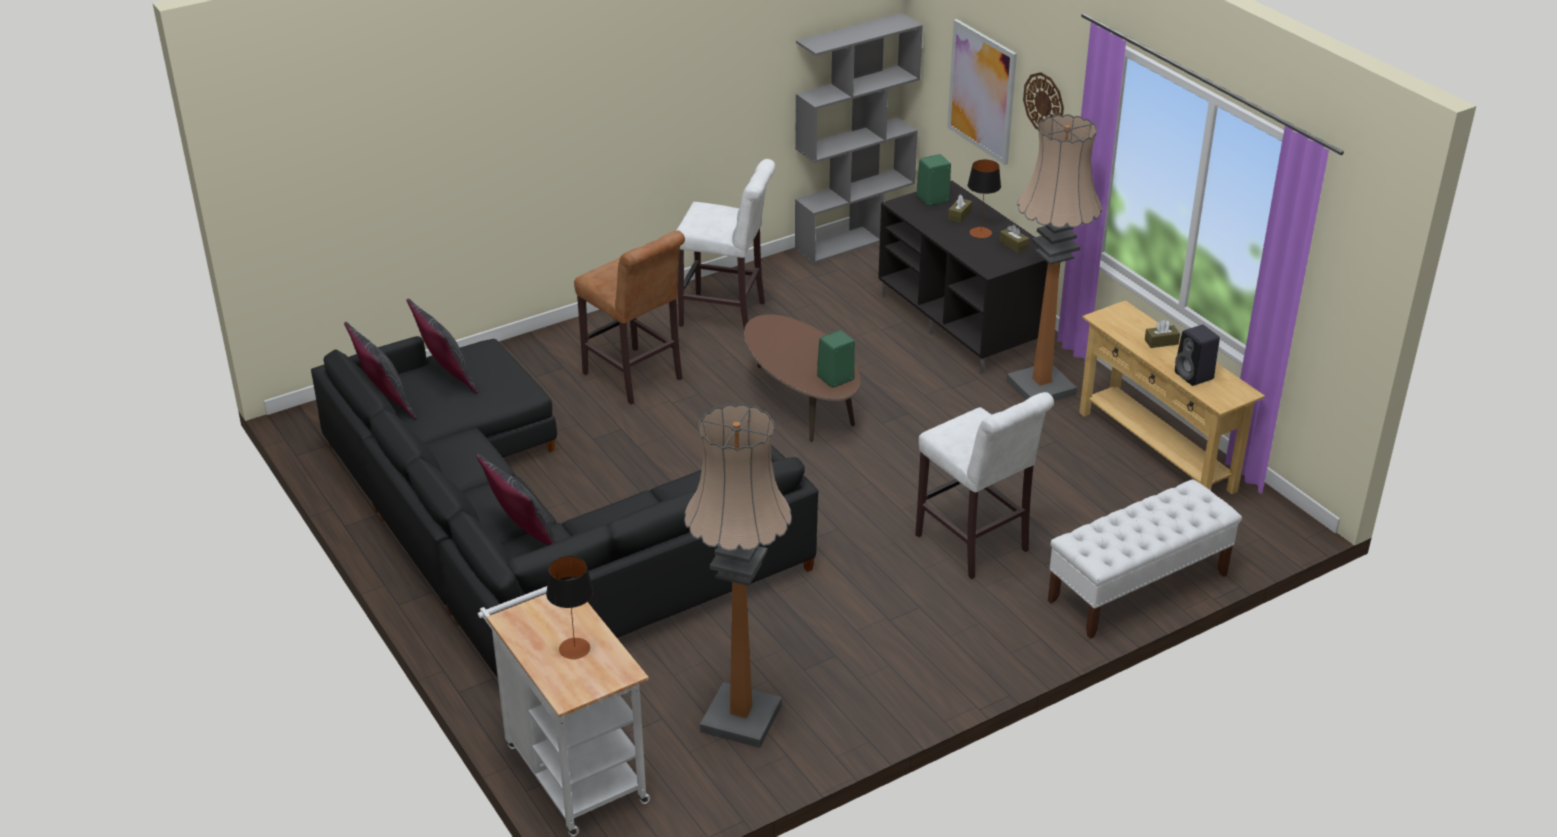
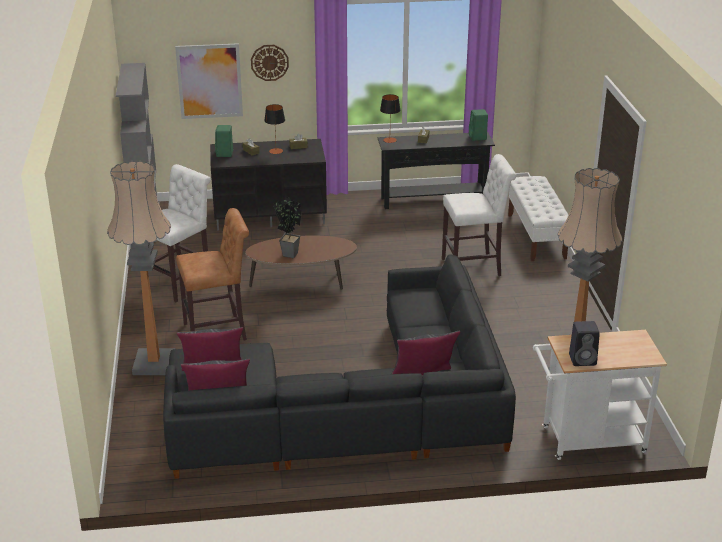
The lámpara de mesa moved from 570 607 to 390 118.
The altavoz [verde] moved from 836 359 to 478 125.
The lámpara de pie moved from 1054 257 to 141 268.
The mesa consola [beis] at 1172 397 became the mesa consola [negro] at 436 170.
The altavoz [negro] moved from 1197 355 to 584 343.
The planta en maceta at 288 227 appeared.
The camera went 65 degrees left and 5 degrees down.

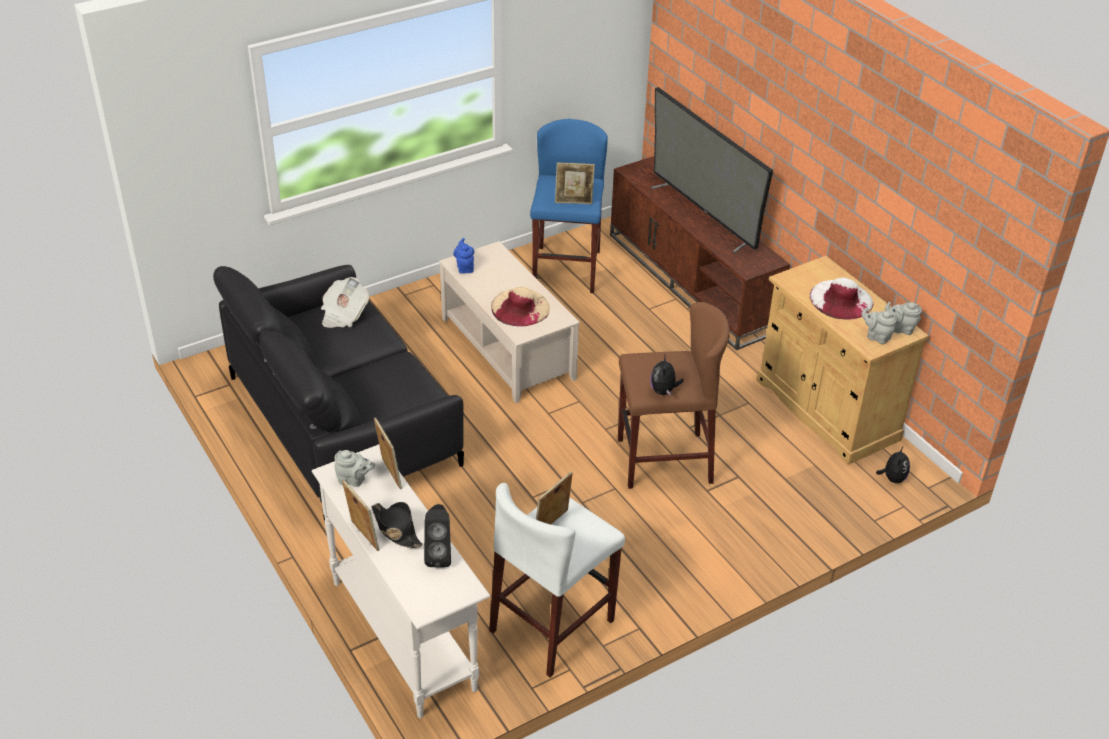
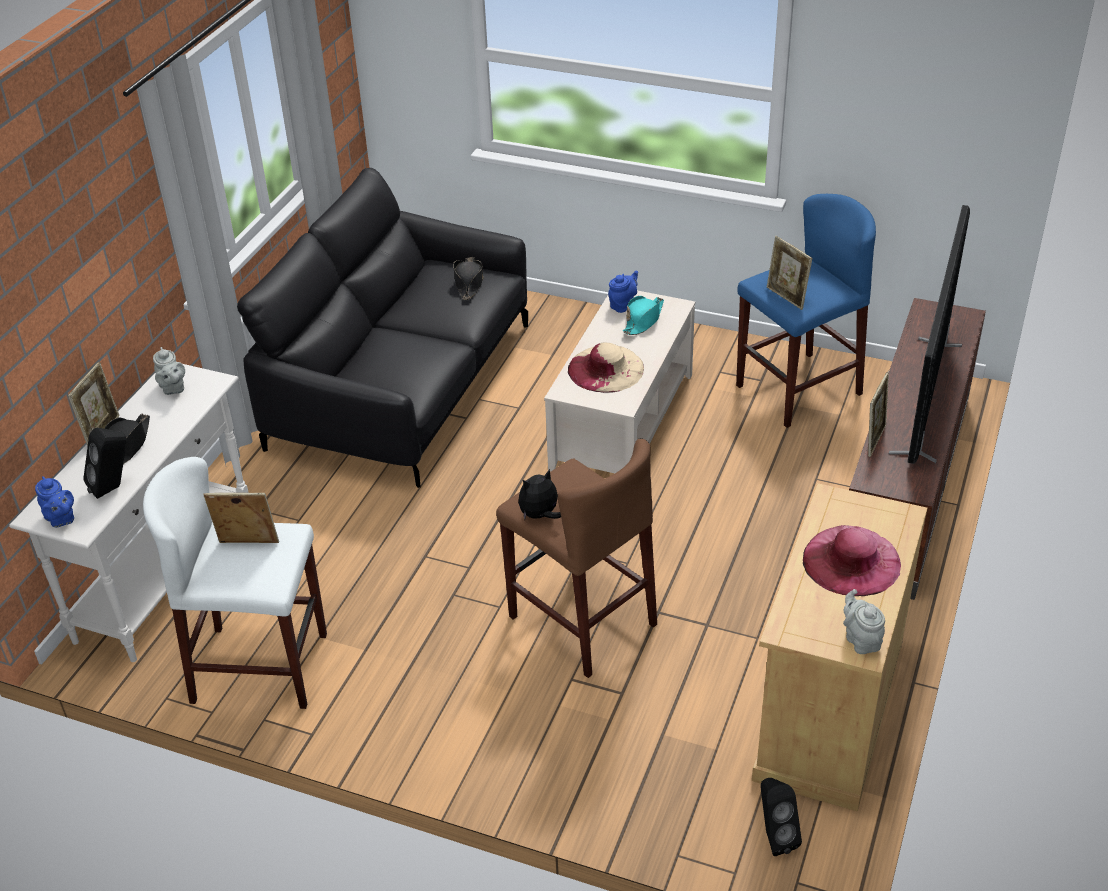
The periódico at 345 302 was replaced by the sombrero [negro] at 468 278.
The portarretratos moved from 388 453 to 878 414.
The sombrero [blanco] at 841 298 became the sombrero [rosa] at 852 560.
The tetera [gris] at 879 325 disappeared.
The peluche at 893 465 was replaced by the altavoz [negro] at 781 817.
The tetera [azul] at 54 502 appeared.
The sombrero [turquesa] at 643 315 appeared.
The camera went 55 degrees right and 0 degrees up.

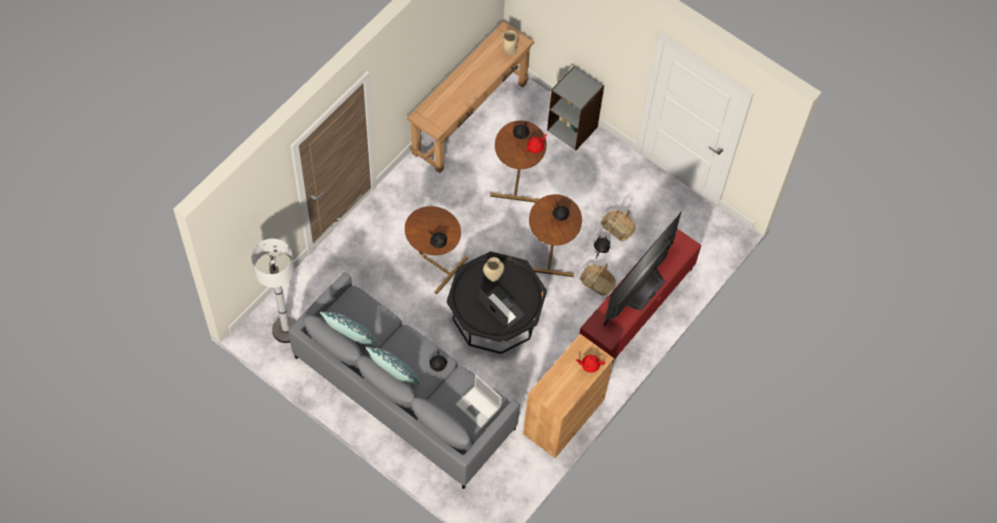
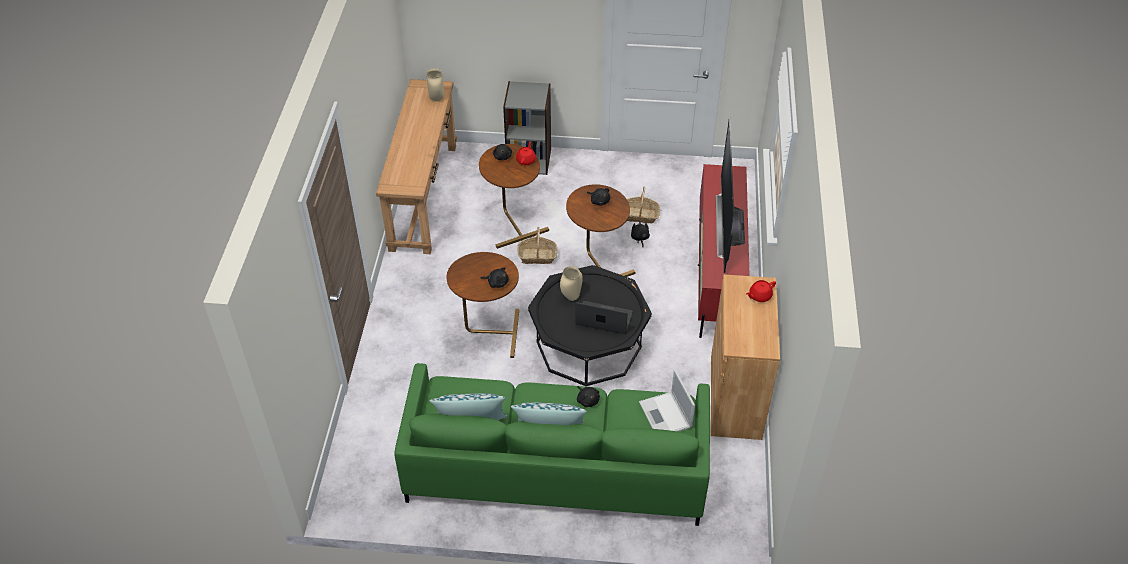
The lámpara de pie [blanco] at 273 291 disappeared.
The sofá [gris] at 404 380 became the sofá [verde] at 552 444.
The portátil at 478 401 turned 60 degrees clockwise.
The cesta moved from 598 279 to 537 245.
The camera went 30 degrees left and 15 degrees down.

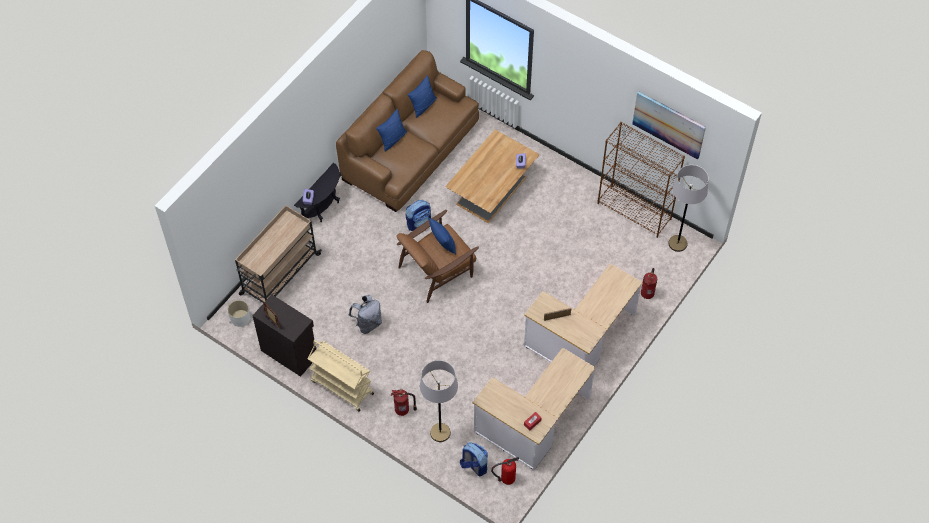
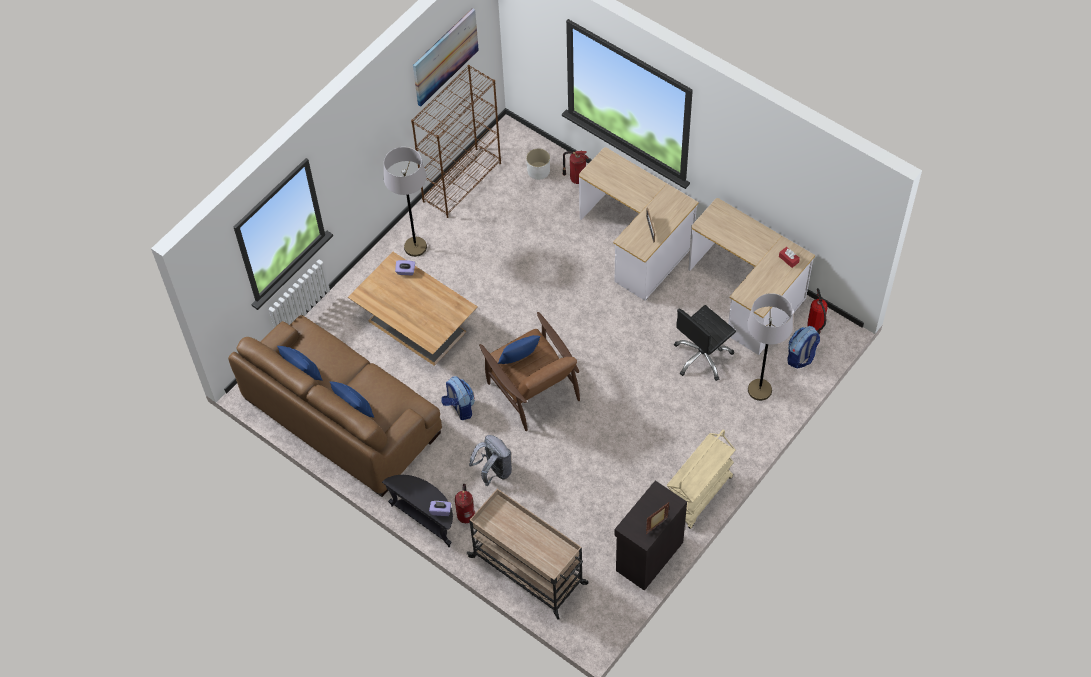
The maceta [blanco] moved from 239 313 to 538 164.
The mochila [gris] moved from 365 314 to 490 460.
The extintor moved from 404 402 to 465 503.
The lámpara de pie [gris] moved from 688 208 to 405 202.
The silla de oficina [negro] at 705 343 appeared.
The camera went 85 degrees left and 0 degrees up.

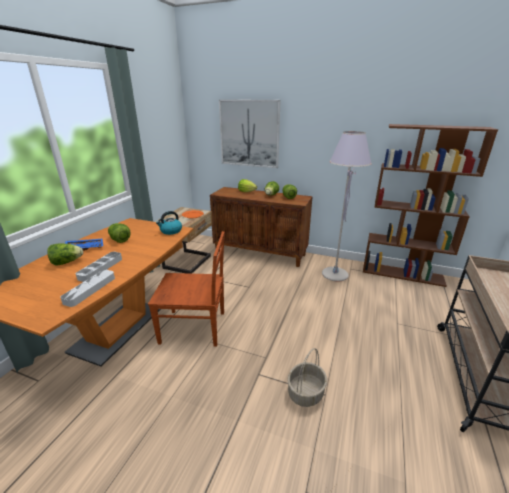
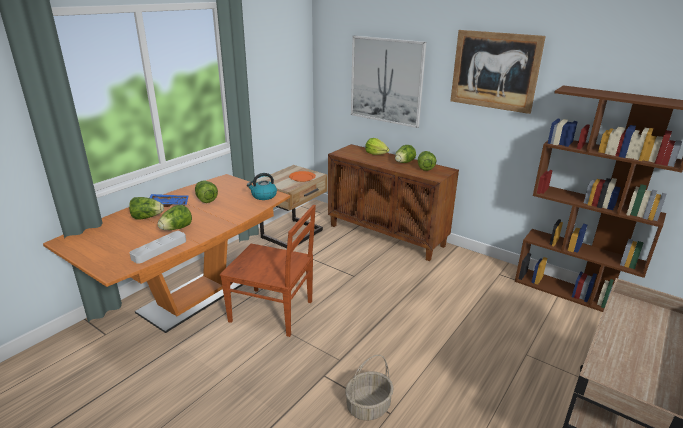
The bandeja [gris] at 99 267 was replaced by the lechuga at 174 217.
The lámpara de pie [gris] at 347 206 disappeared.
The cuadro at 498 72 appeared.
The camera went 15 degrees right and 0 degrees up.

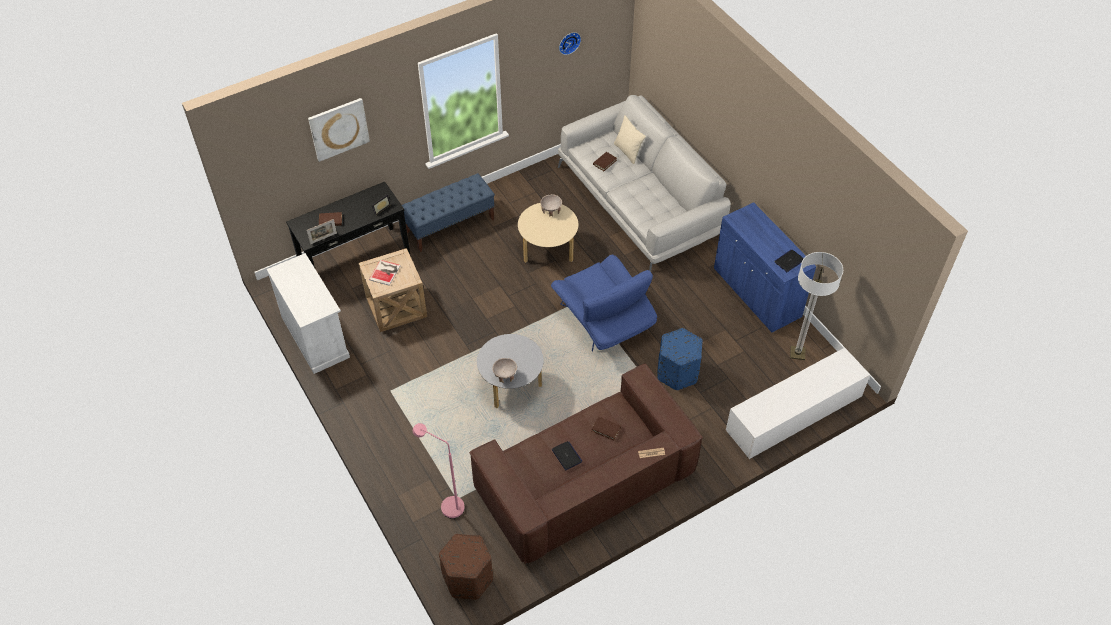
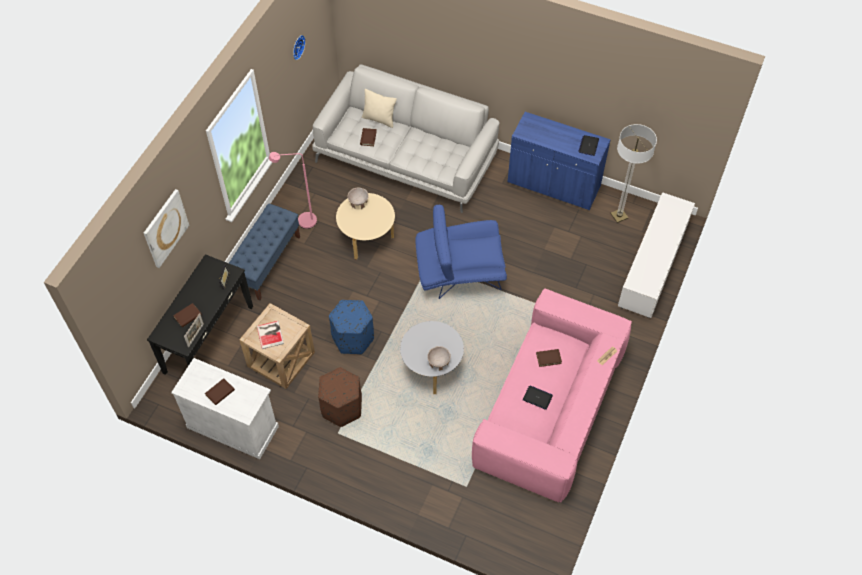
The lámpara de pie [rosa] moved from 439 471 to 293 190.
The puf [marrón] moved from 466 567 to 340 397.
The sofá [marrón] at 586 464 became the sofá [rosa] at 552 395.
The sillón [azul] at 604 303 turned 150 degrees clockwise.
The puf [azul] moved from 680 359 to 351 327.
The libro [marrón] at 220 391 appeared.
The camera went 35 degrees left and 5 degrees up.

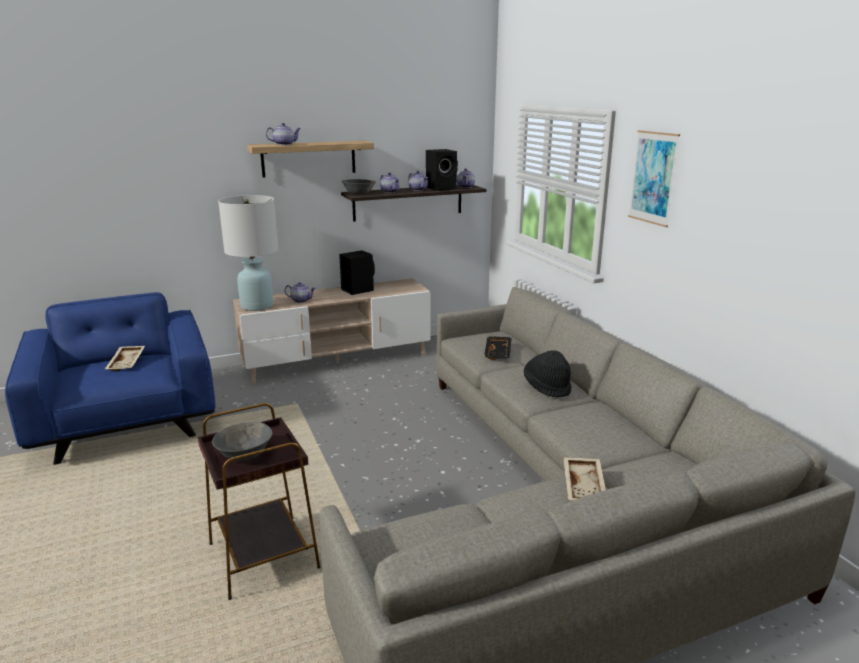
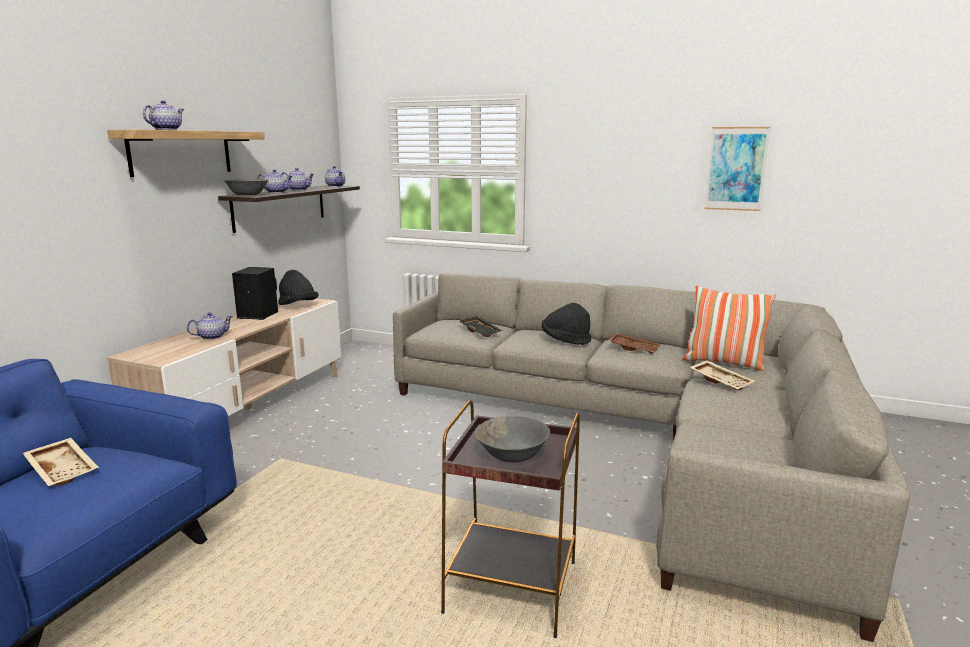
The lámpara de mesa [blanco] at 248 253 disappeared.
The altavoz [negro] at 442 170 disappeared.
The cuadro moved from 654 178 to 737 169.
The sombrero [negro] at 298 287 appeared.
The bandeja [marrón] at 634 343 appeared.
The cojín at 729 328 appeared.
The camera went 45 degrees left and 5 degrees down.

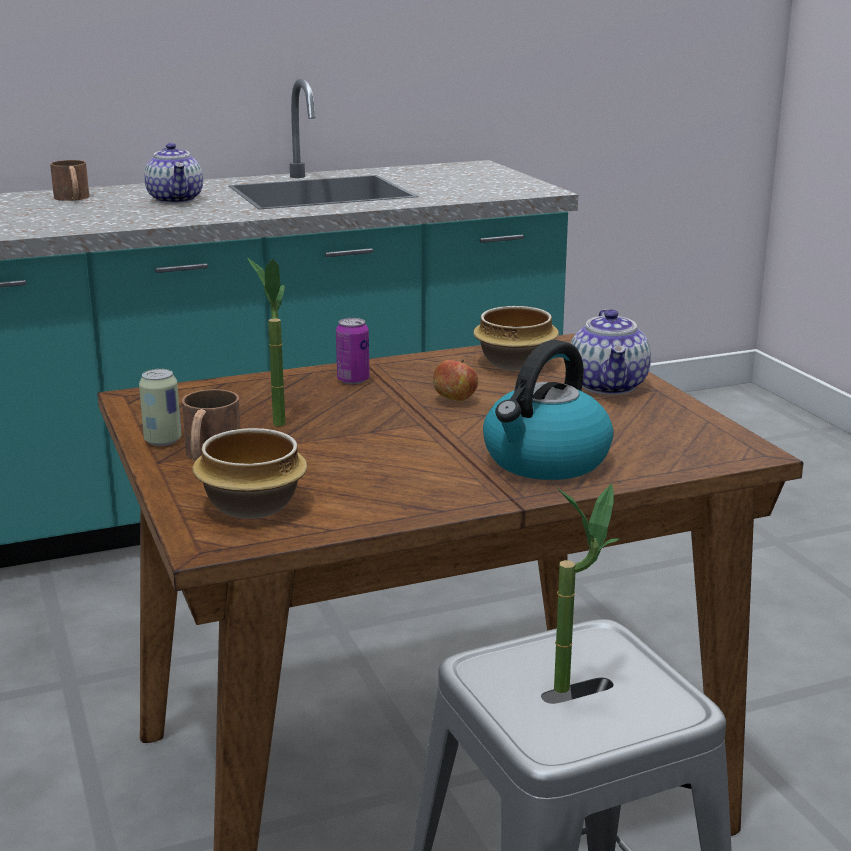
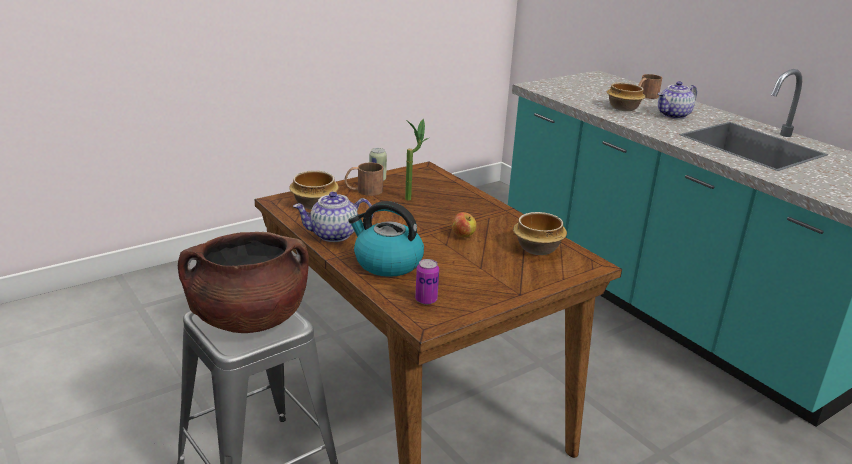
The lata moved from 353 351 to 427 282.
The planta en maceta at 587 588 was replaced by the olla [marrón] at 243 282.
The tetera moved from 611 352 to 333 217.
The cuenco at 626 97 appeared.
The camera went 75 degrees right and 5 degrees up.

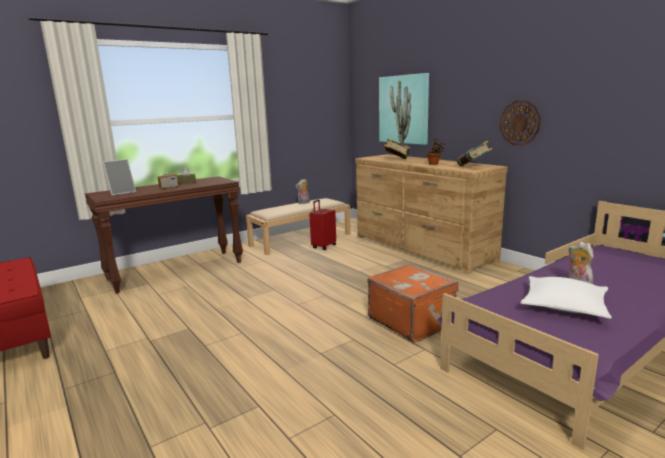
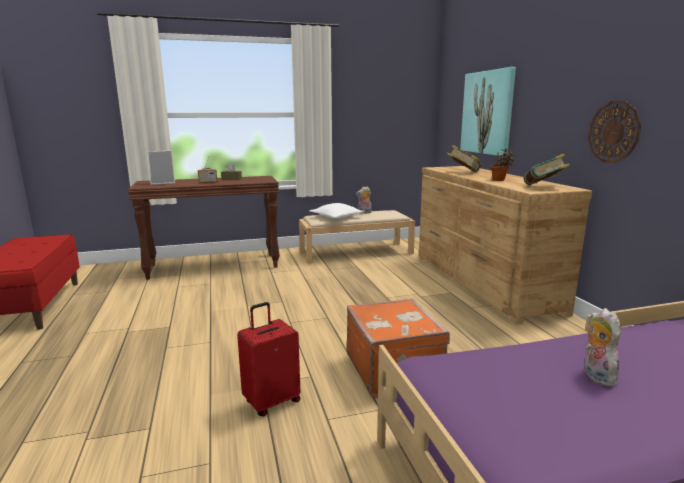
The maleta [rojo] moved from 323 225 to 268 359.
The cojín [blanco] moved from 566 297 to 337 211.
The camera went 20 degrees right and 0 degrees up.

